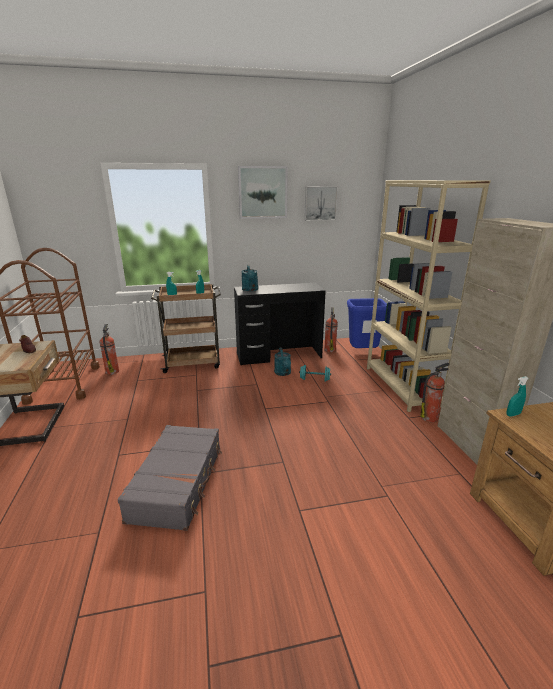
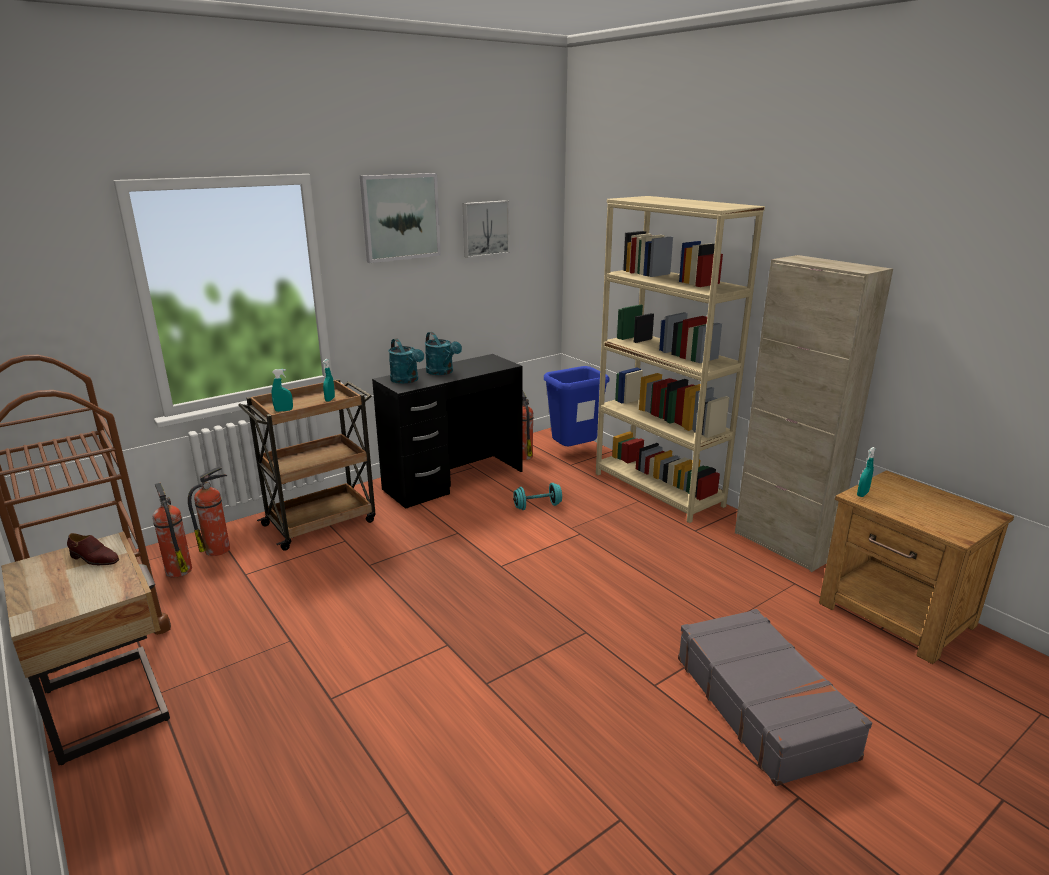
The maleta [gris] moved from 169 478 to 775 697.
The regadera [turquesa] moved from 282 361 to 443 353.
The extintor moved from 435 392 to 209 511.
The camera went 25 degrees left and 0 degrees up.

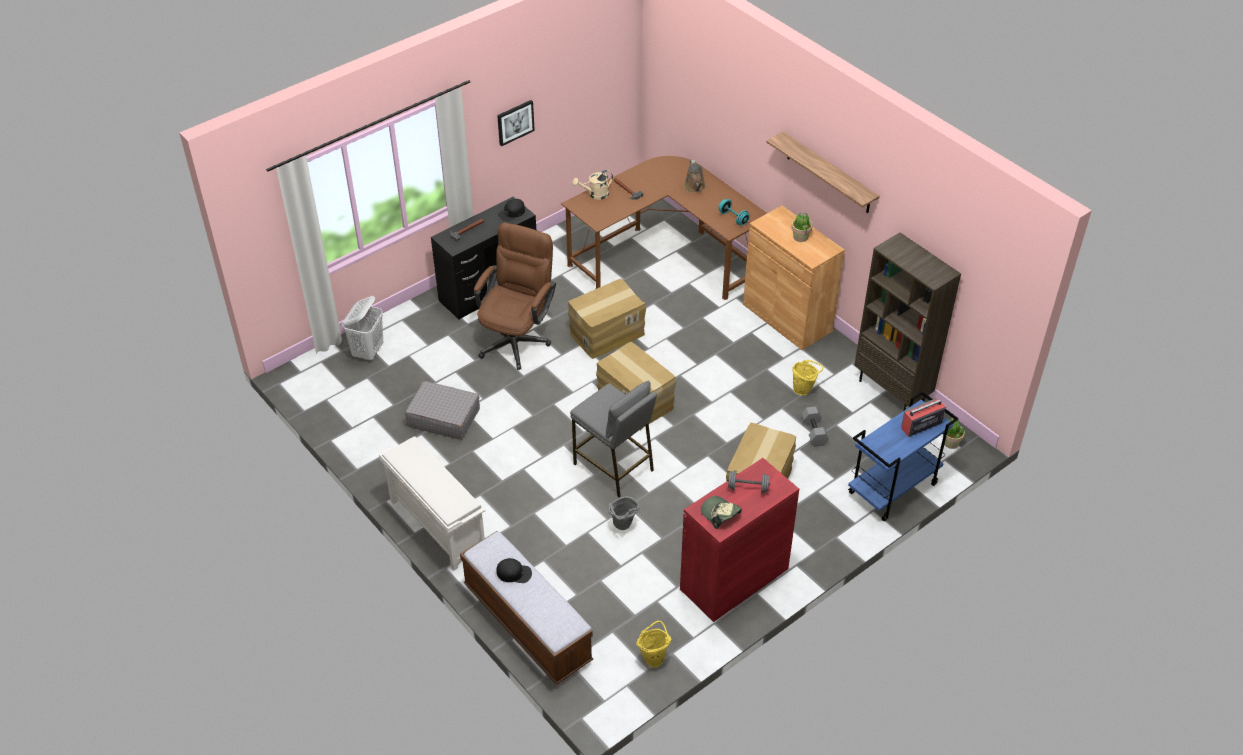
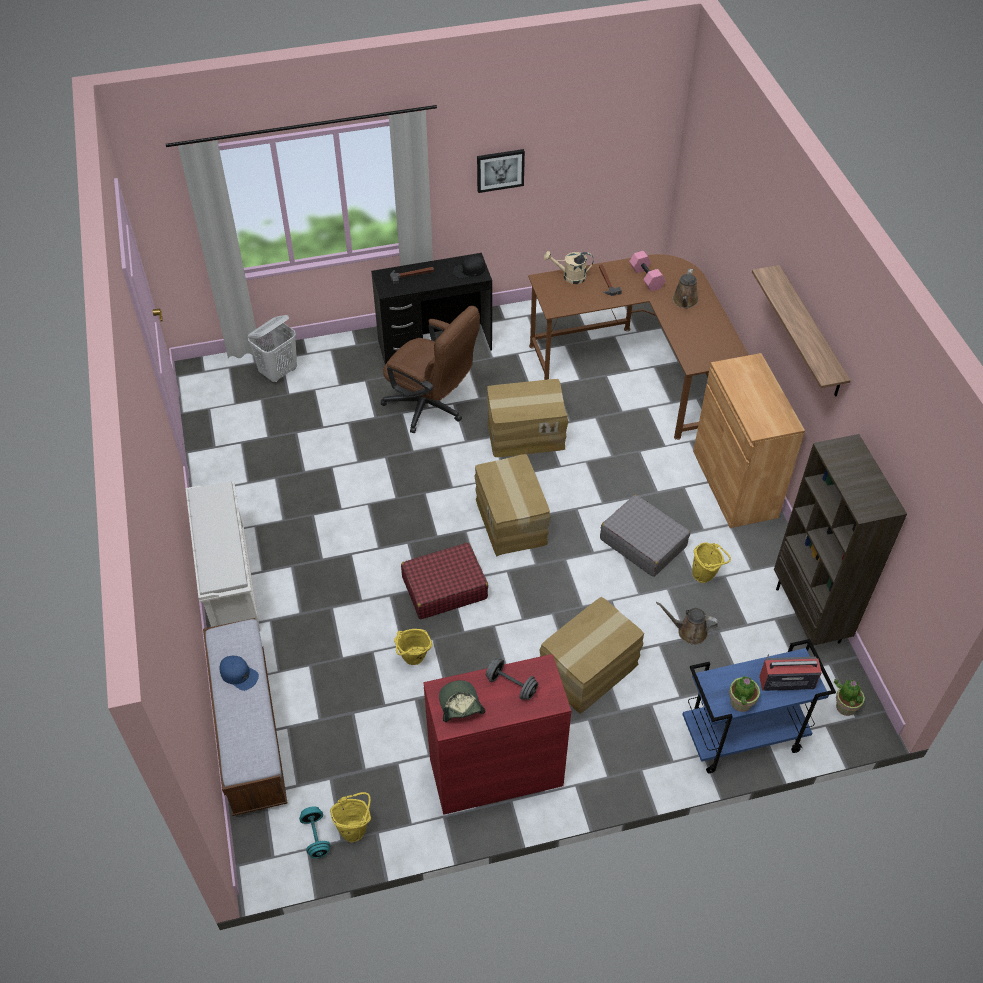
The maleta [gris] moved from 442 410 to 645 535.
The silla de oficina [marrón] at 515 296 turned 75 degrees clockwise.
The gorra [negro] at 514 570 became the gorra [azul] at 239 673.
The taburete [gris] at 613 439 was replaced by the maleta [rojo] at 444 580.
The cubo [gris] at 624 513 became the cubo [amarillo] at 413 647.
The mancuerna [turquesa] moved from 734 212 to 314 832.
The planta en maceta moved from 802 227 to 744 694.
The mancuerna [gris] at 815 426 was replaced by the regadera [marrón] at 687 623.
The mancuerna [rosa] at 647 271 appeared.
The camera went 25 degrees right and 5 degrees up.

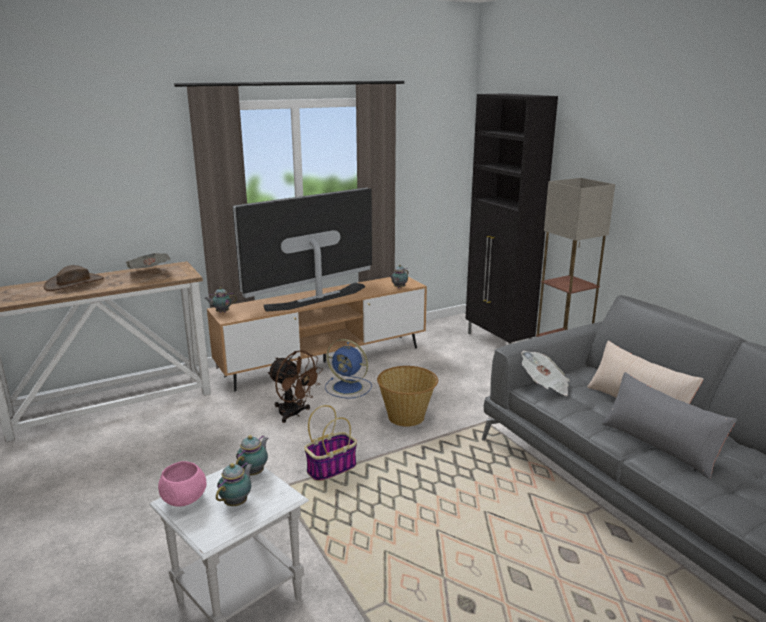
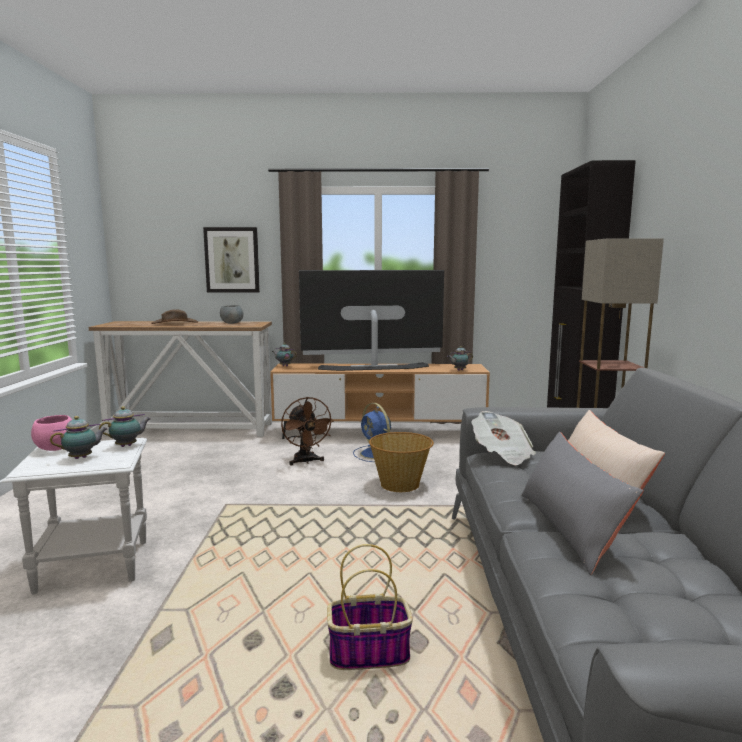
The periódico at 148 261 was replaced by the cuenco [gris] at 231 314.
The cesta moved from 330 443 to 370 607.
The cuadro at 231 260 appeared.
The camera went 30 degrees right and 10 degrees down.

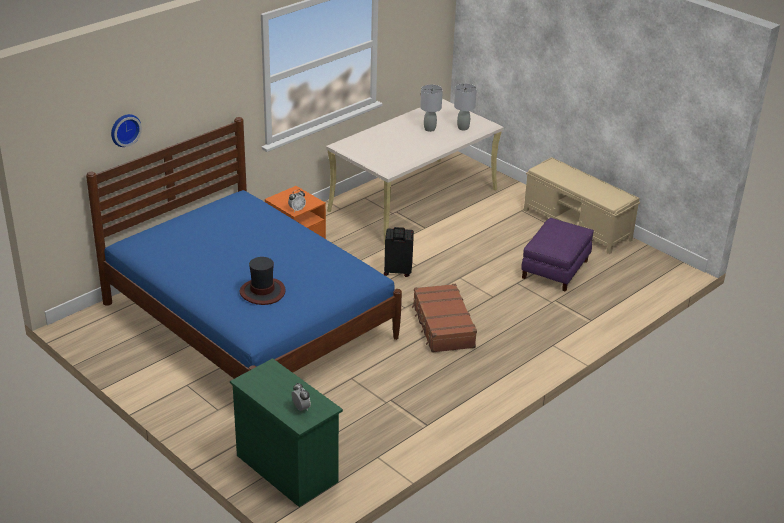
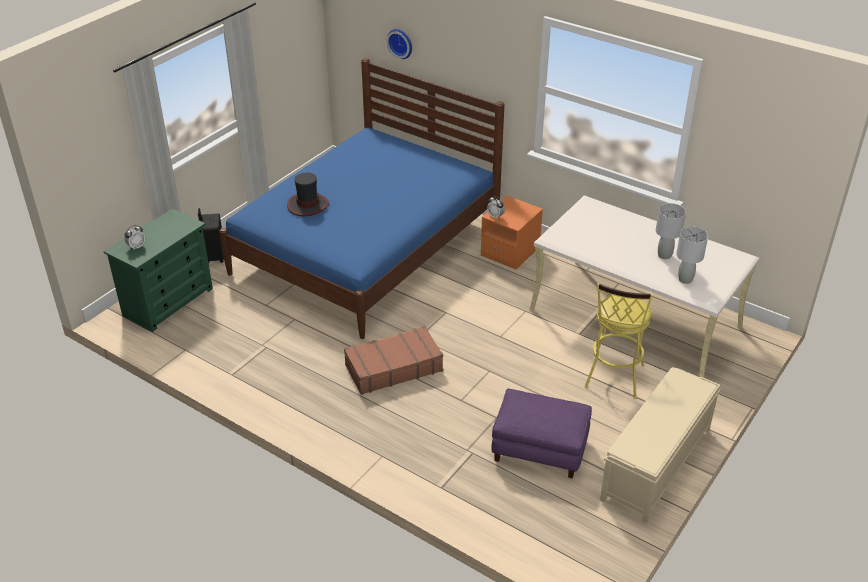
The maleta [negro] moved from 399 252 to 211 235.
The taburete [amarillo] at 618 341 appeared.
The camera went 80 degrees right and 5 degrees up.

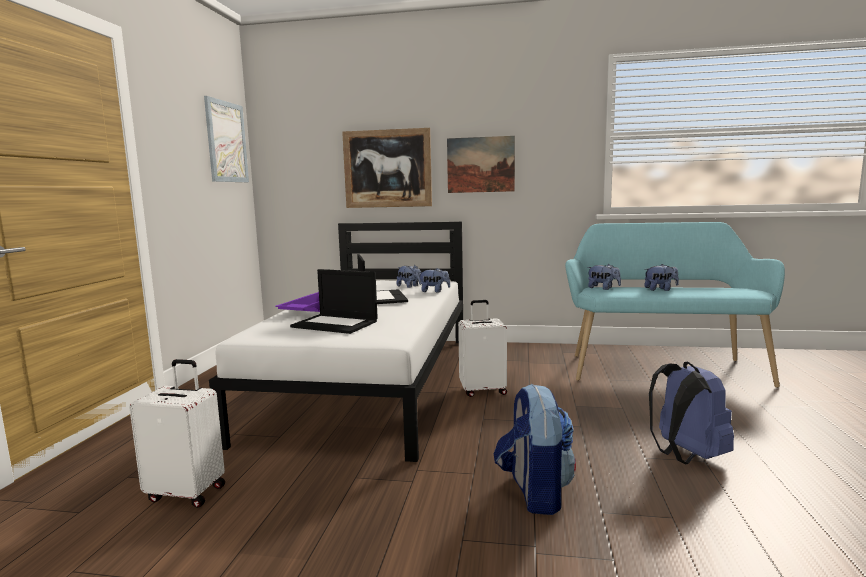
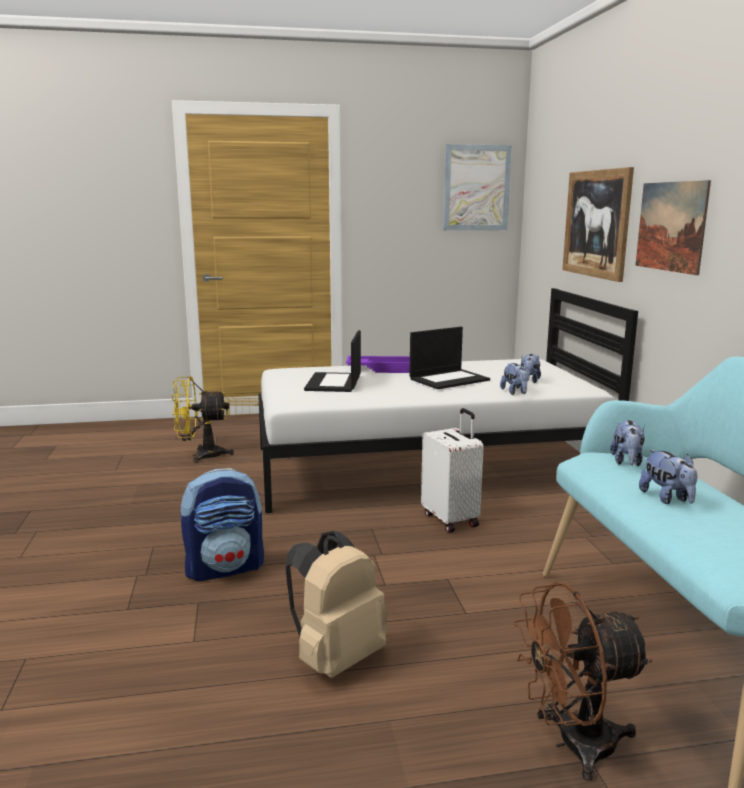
The maleta [blanco] at 177 433 was replaced by the ventilador [amarillo] at 203 419.
The mochila [azul] at 691 413 became the mochila [beis] at 336 604.
The ventilador [marrón] at 583 681 appeared.
The camera went 70 degrees right and 5 degrees up.

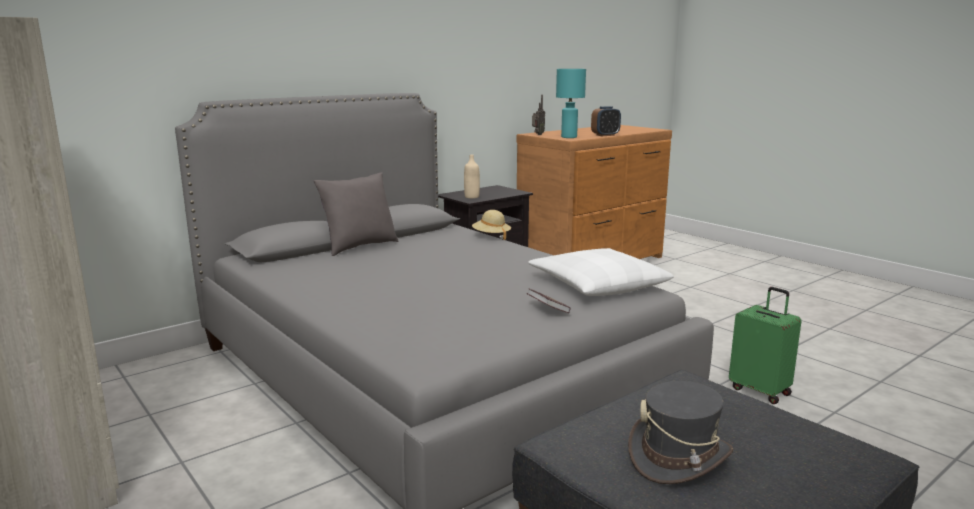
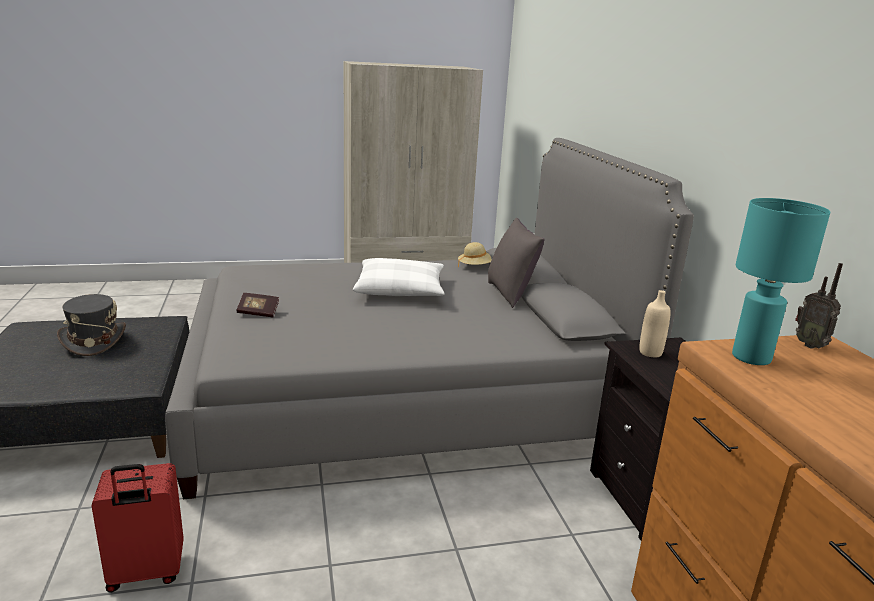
The sombrero [beis] moved from 491 225 to 475 254.
The cojín [blanco] moved from 601 272 to 399 277.
The despertador at 606 121 disappeared.
The maleta [verde] at 765 345 became the maleta [rojo] at 137 528.
The camera went 115 degrees right and 5 degrees up.

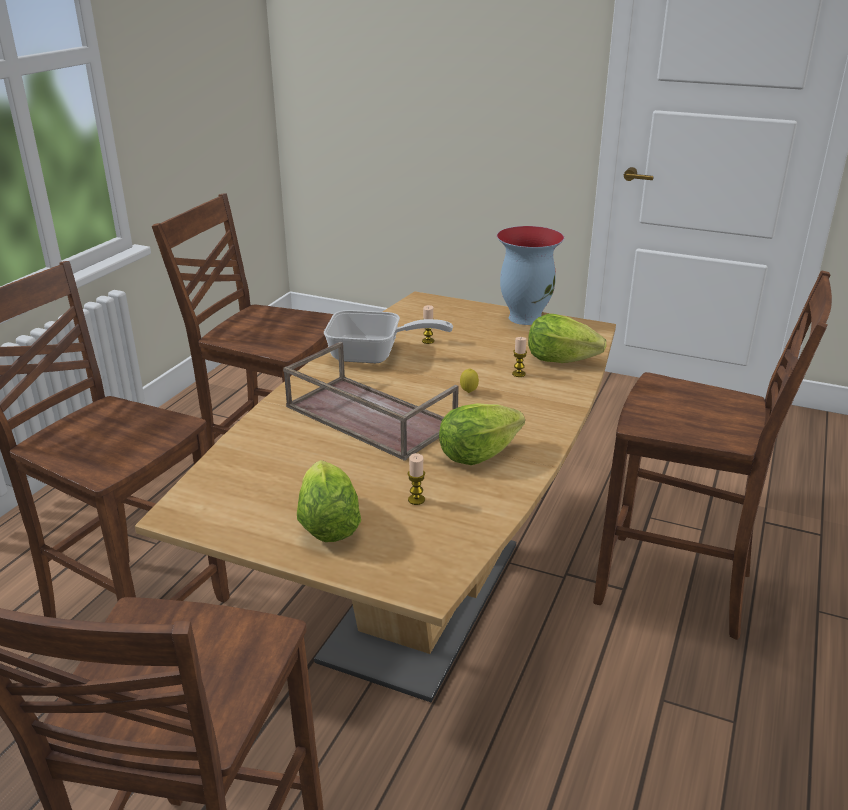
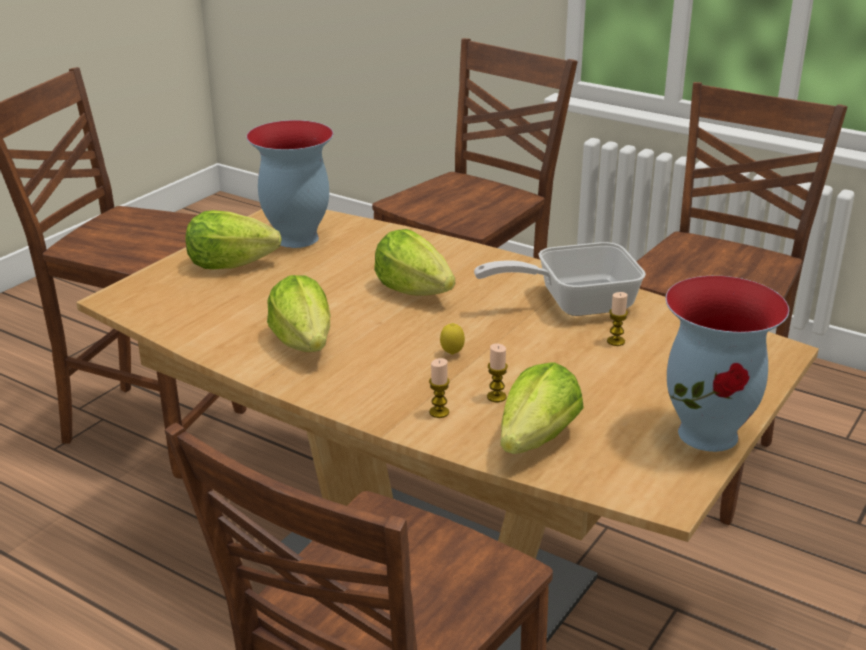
The bandeja [marrón] at 371 401 was replaced by the lechuga at 414 262.
The sartén at 388 336 turned 60 degrees clockwise.
The vela moved from 416 479 to 439 388.
The florero at 289 184 appeared.
The camera went 100 degrees right and 0 degrees up.

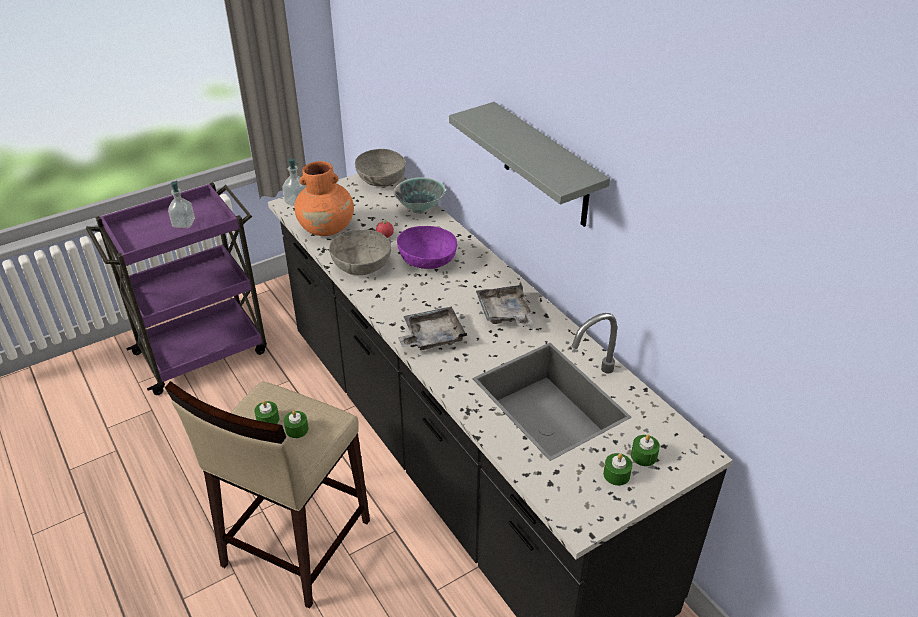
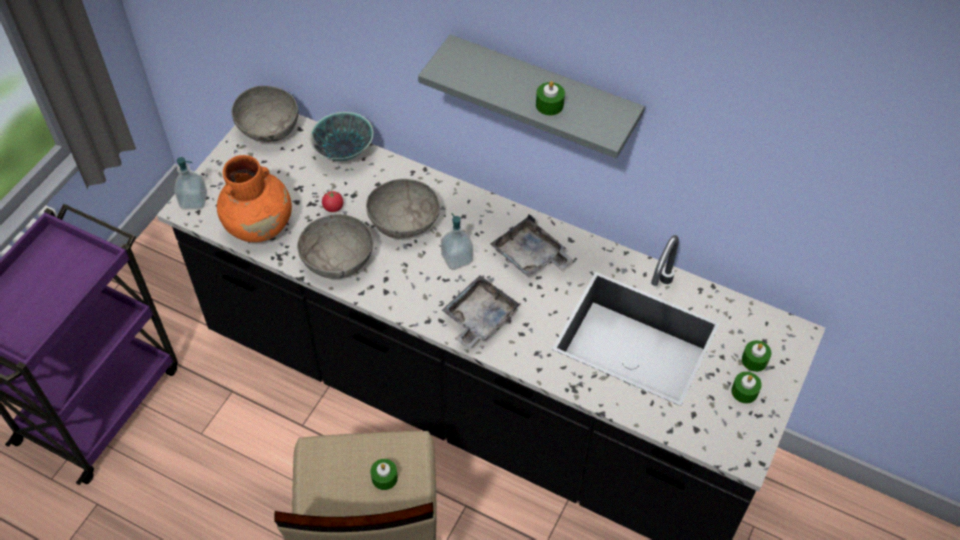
The dispensador de jabón moved from 181 204 to 457 241.
The vela [verde] moved from 266 412 to 550 98.
The cuenco [morado] at 427 247 became the cuenco [gris] at 403 209.
The camera went 30 degrees left and 15 degrees up.

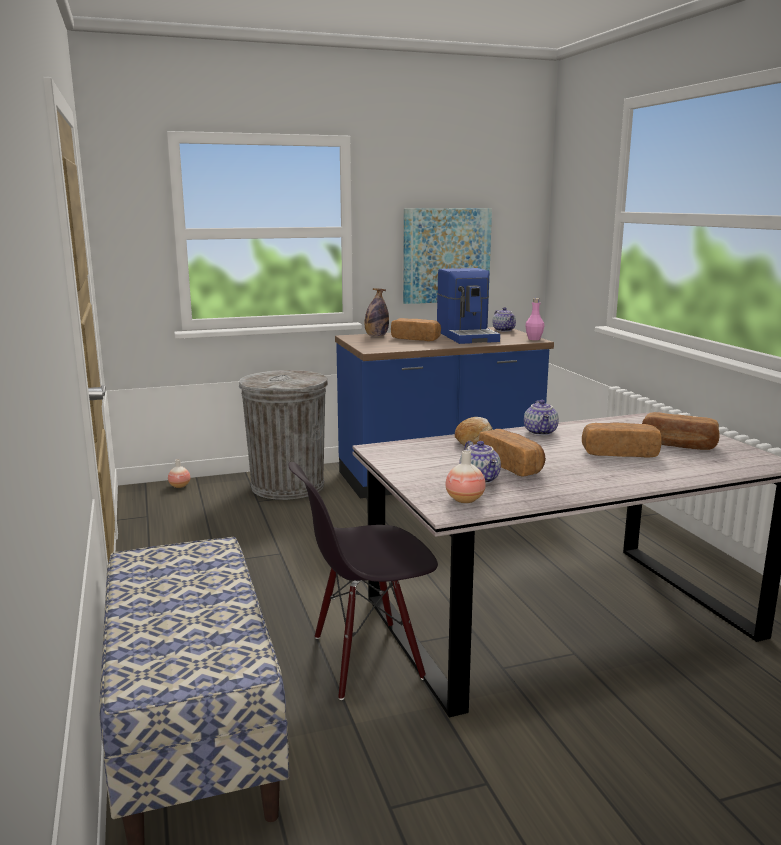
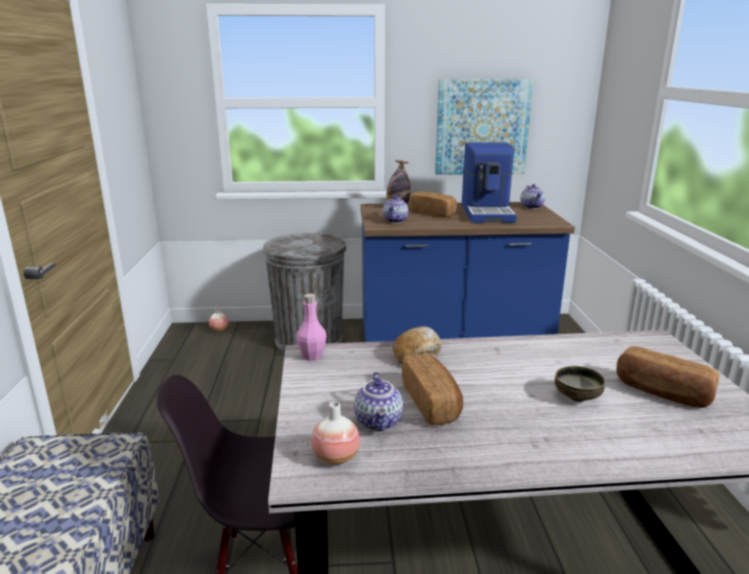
The tetera moved from 541 418 to 396 209.
The botella [rosa] moved from 534 319 to 311 327.
The pan at 622 440 was replaced by the cuenco at 580 384.
The camera went 15 degrees right and 5 degrees up.

